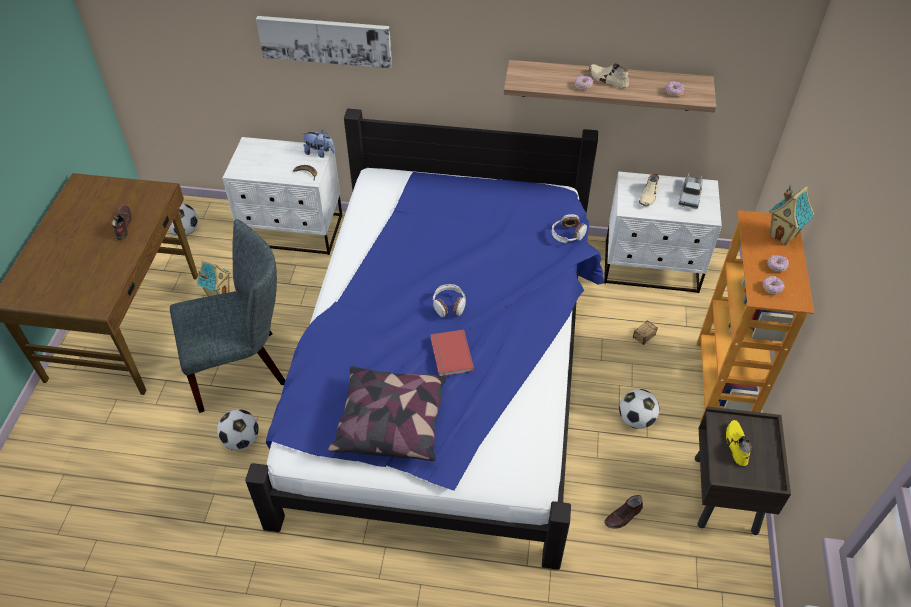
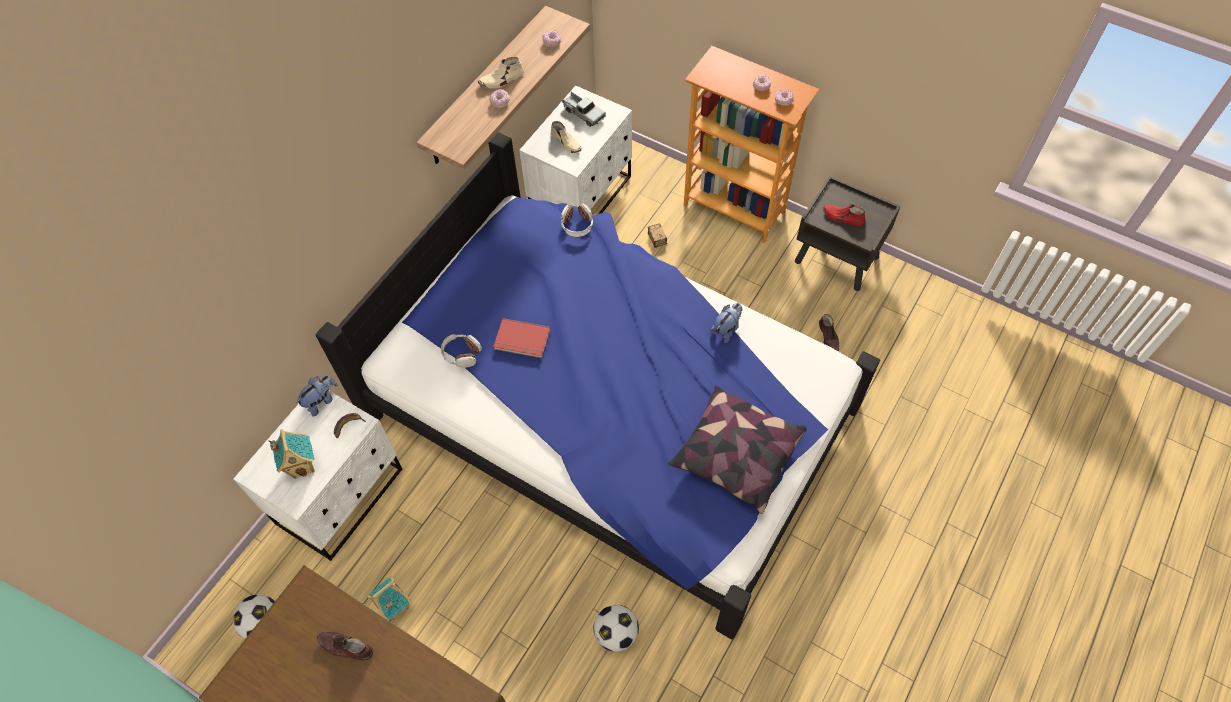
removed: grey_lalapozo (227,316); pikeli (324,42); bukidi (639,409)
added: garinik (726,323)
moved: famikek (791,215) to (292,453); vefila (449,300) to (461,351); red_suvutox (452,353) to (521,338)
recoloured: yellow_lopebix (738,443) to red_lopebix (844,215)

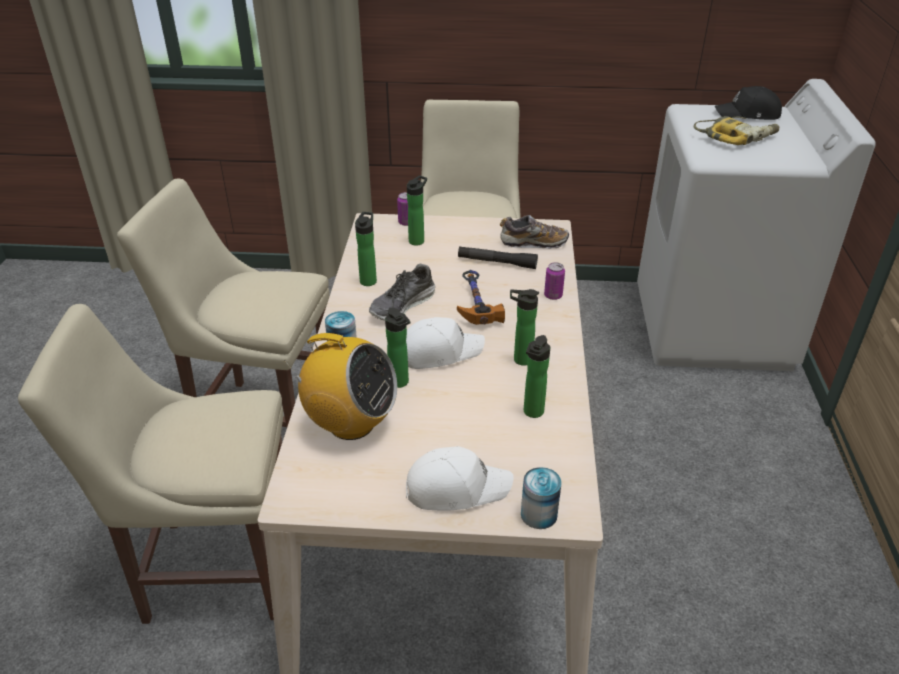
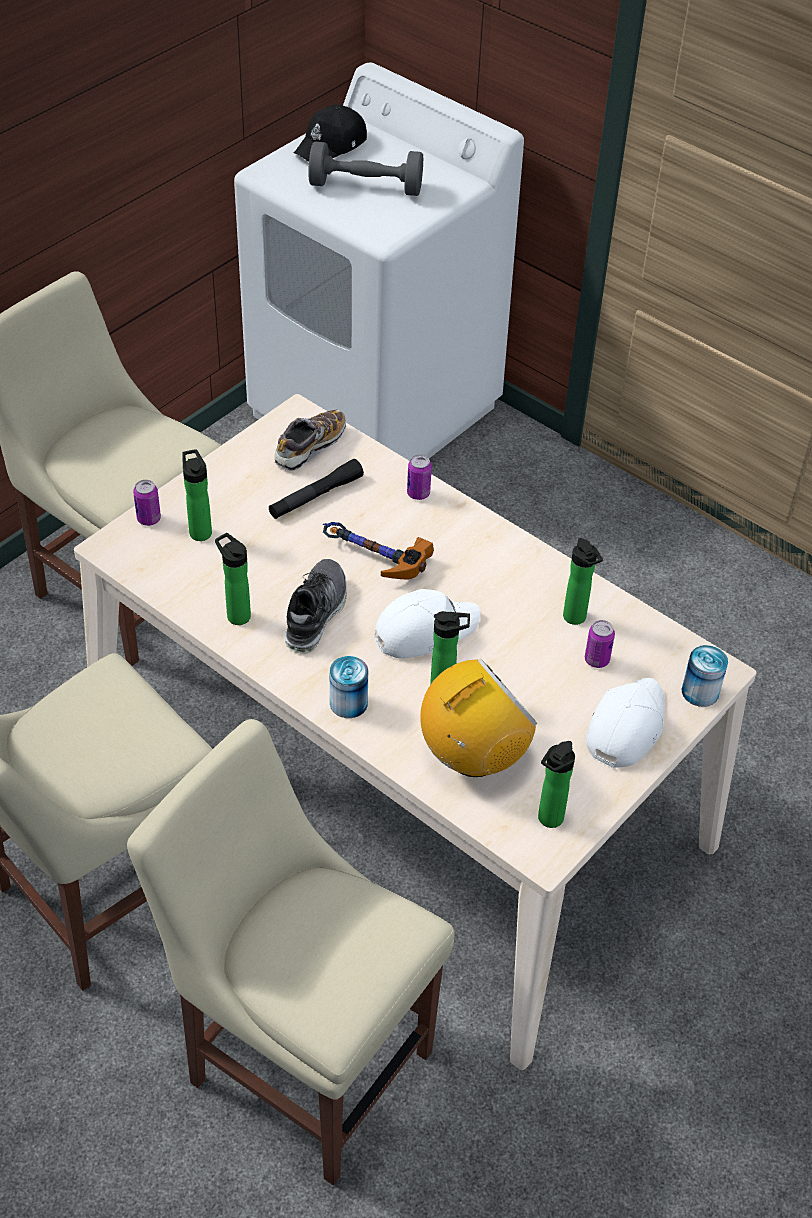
added: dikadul (600,644)
moved: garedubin (524,327) to (556,784)
replaced: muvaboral (736,130) to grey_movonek (365,169)
turned: beige_lalapozo (150,464) = (291,952) 90 degrees clockwise; lopebix (402,292) = (315,606) 150 degrees counterclockwise; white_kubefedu (445,343) = (427,624) 45 degrees clockwise

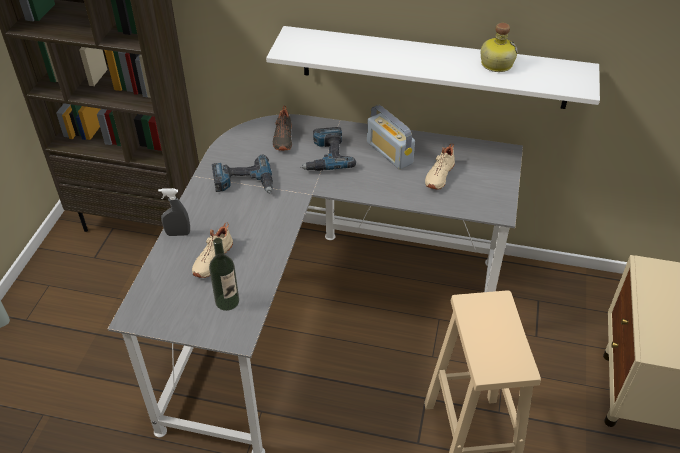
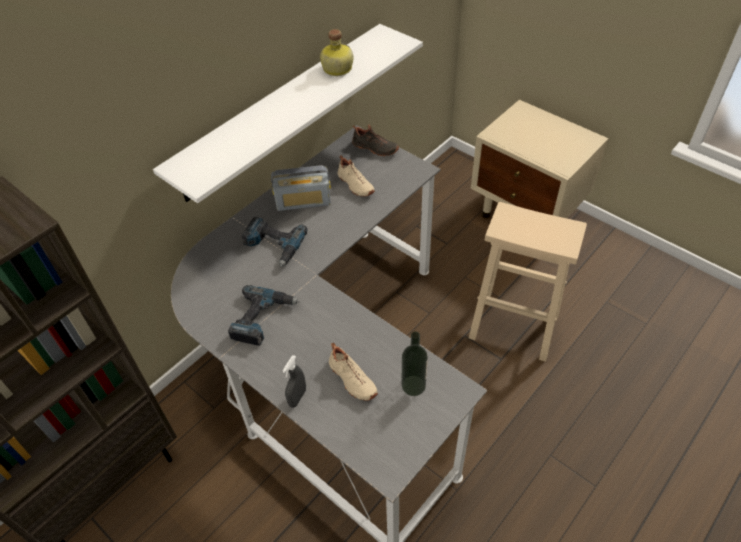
moved: black_lopebix (282,128) to (375,140)

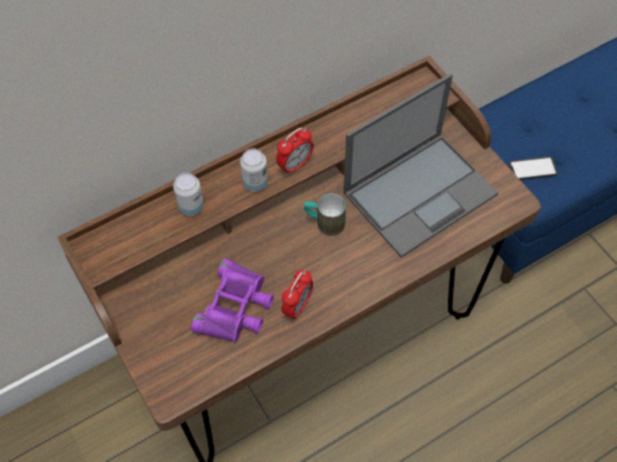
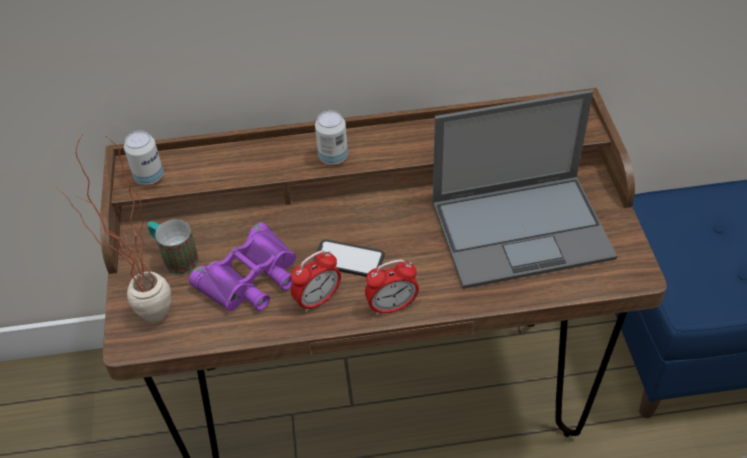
added: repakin (113,229)
moved: dikadul (188,194) to (144,157); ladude (325,214) to (173,247); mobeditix (533,168) to (349,258); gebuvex (295,151) to (392,287)

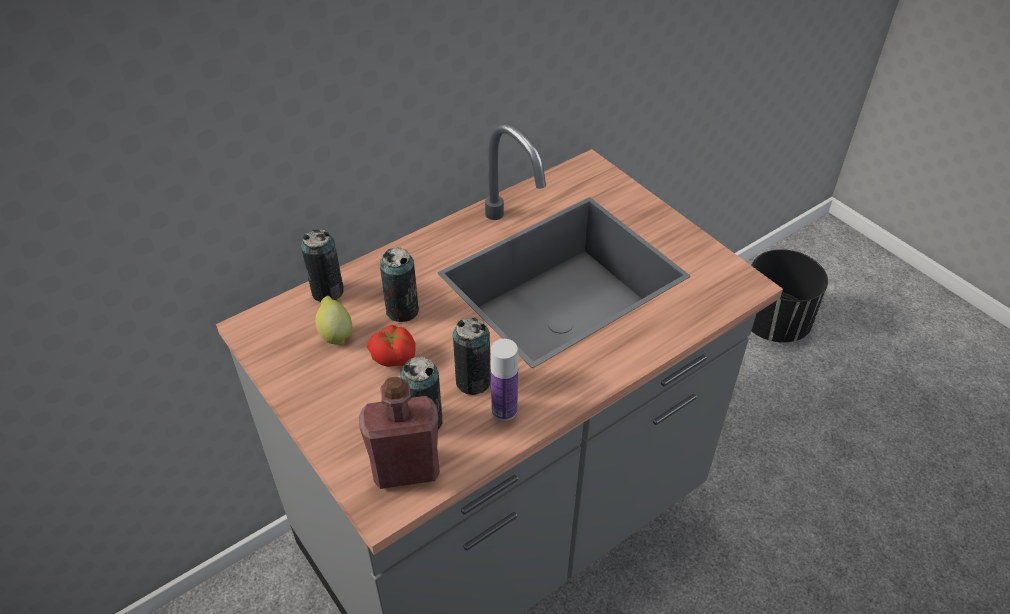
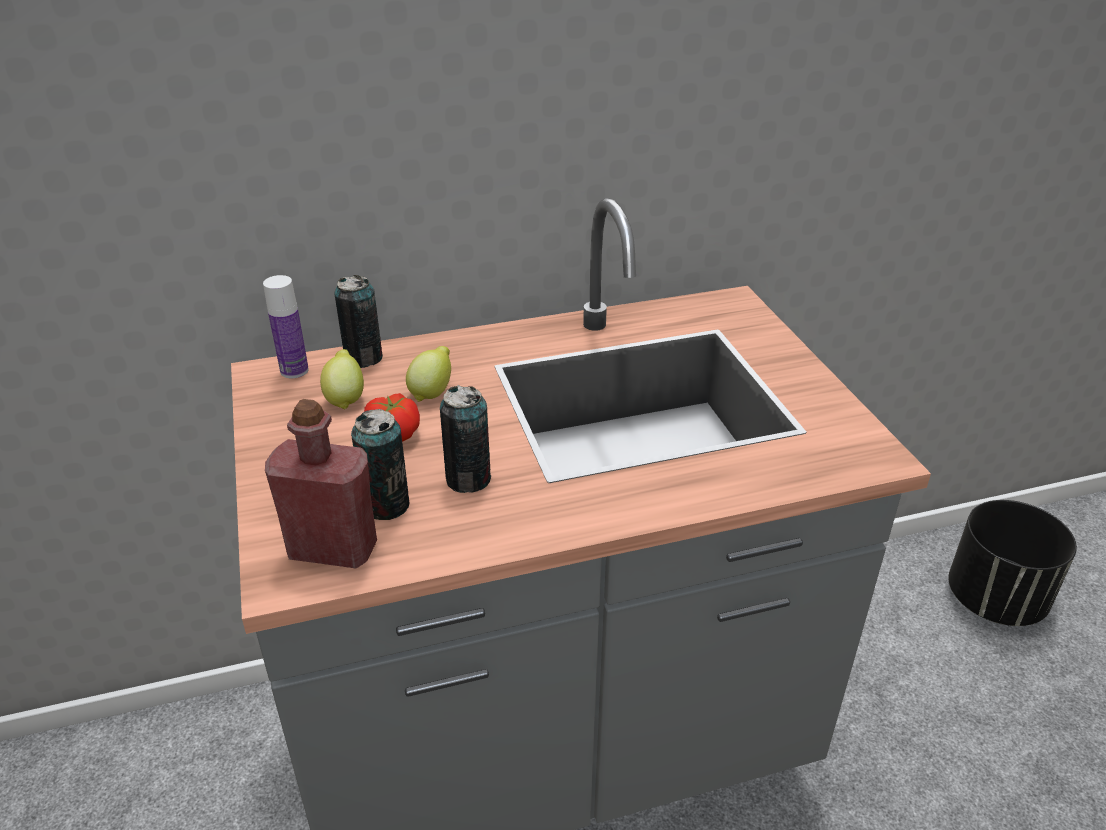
moved: garedubin (504,380) to (286,326)
replaced: dikadul (399,284) to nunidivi (428,374)

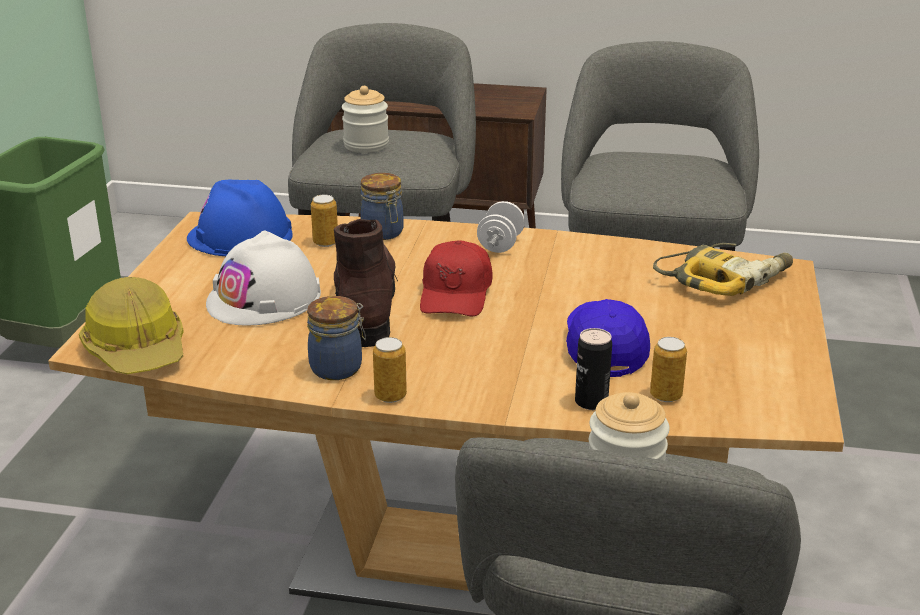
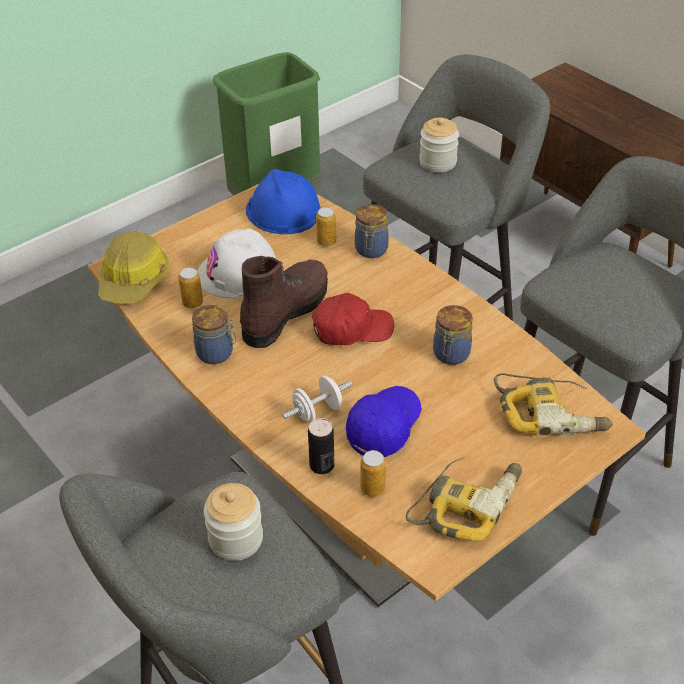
added: muvaboral (464,498); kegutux (453,335)
moved: dikadul (390,370) to (190,287); white_movonek (501,227) to (317,399)
turned: red_kubefedu (456,278) = (353,319) 150 degrees counterclockwise

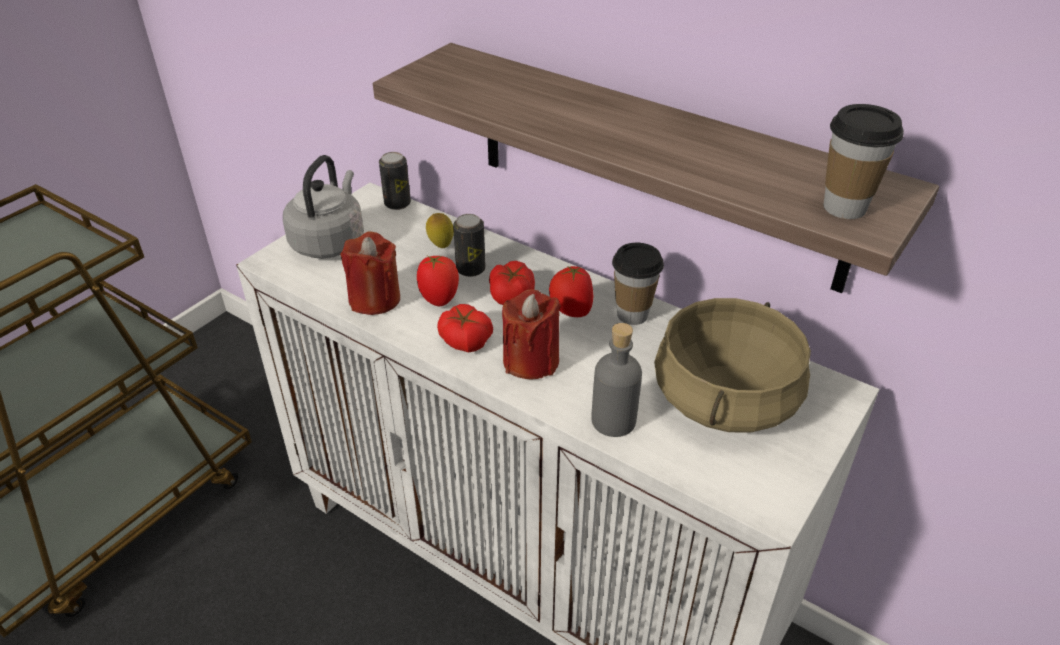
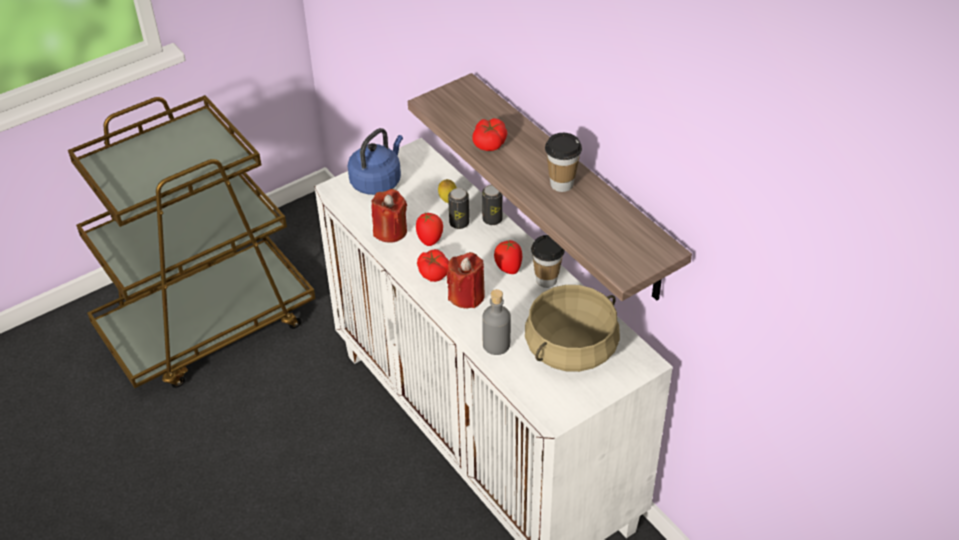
moved: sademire (512,283) to (489,134); dikadul (395,181) to (492,205); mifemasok (863,161) to (563,162)
recoloured: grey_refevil (323,206) to blue_refevil (375,161)

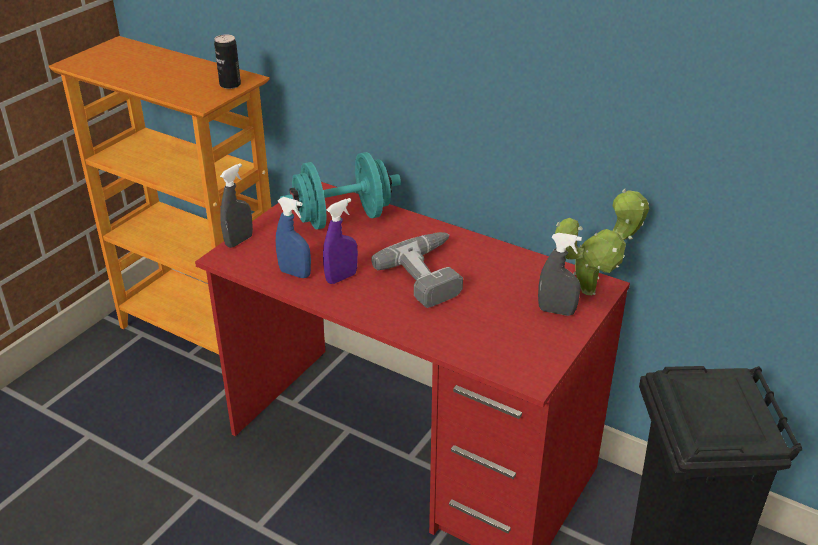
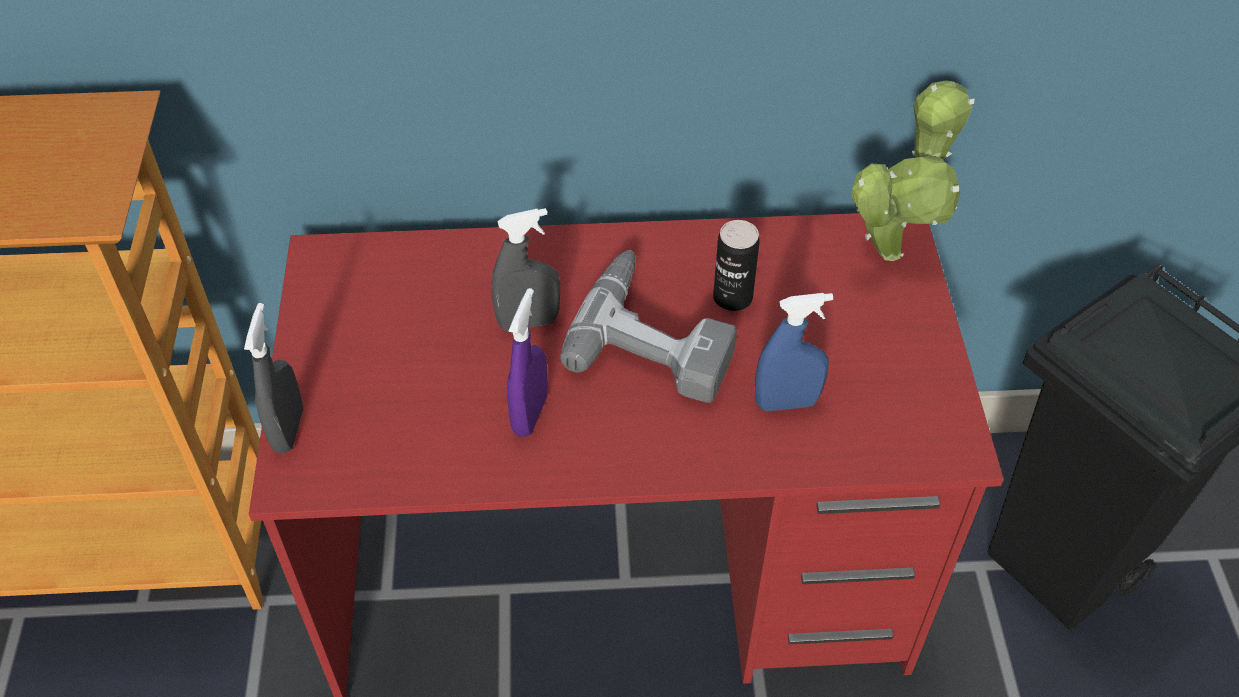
removed: turquoise_movonek (340,191)
moved: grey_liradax (560,274) to (526,270); dikadul (227,61) to (736,265); blue_liradax (293,237) to (794,352)

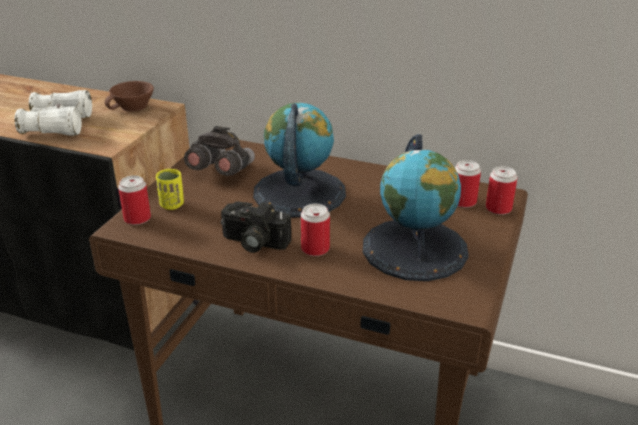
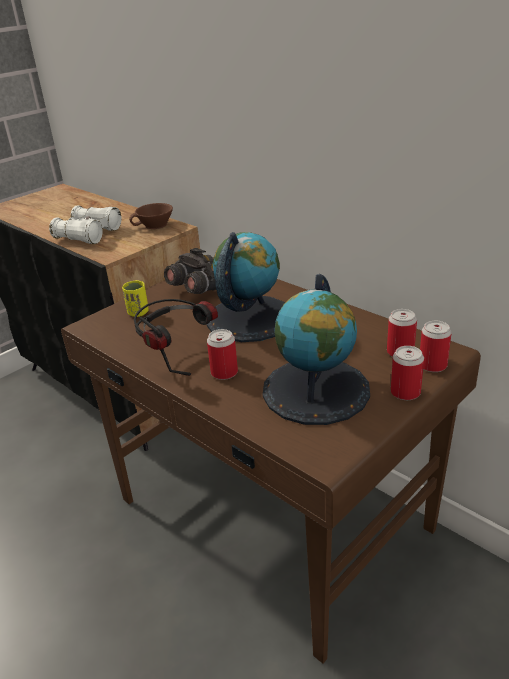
moved: dikadul (134,200) to (407,373)
replaced: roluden (256,227) to vefila (176,337)

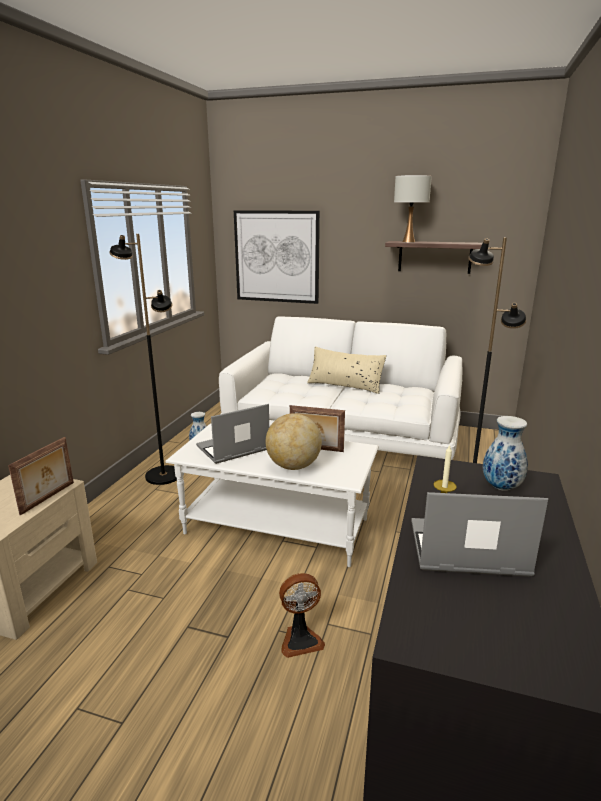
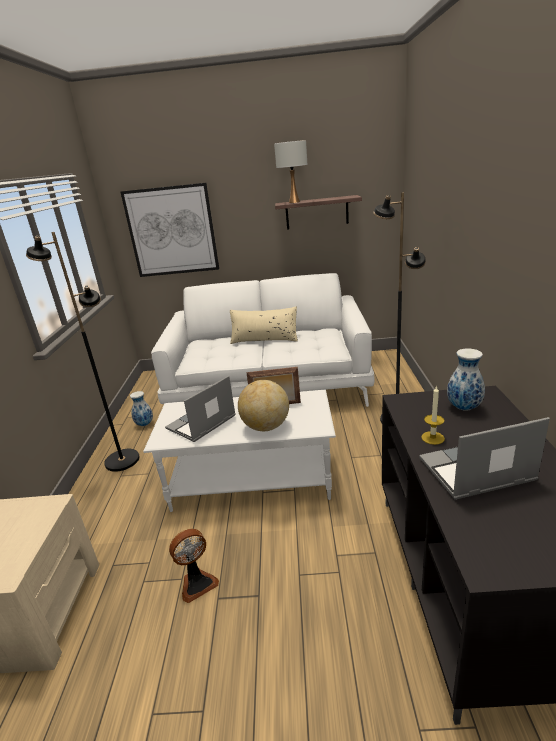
removed: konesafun (41,476)
moved: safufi (302,615) to (194,566)

